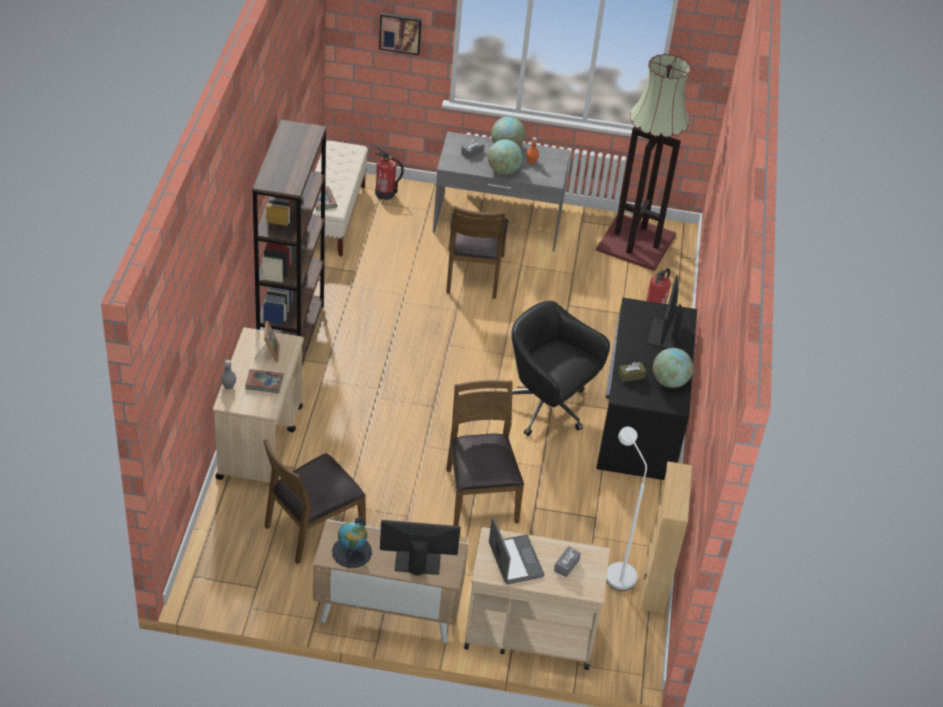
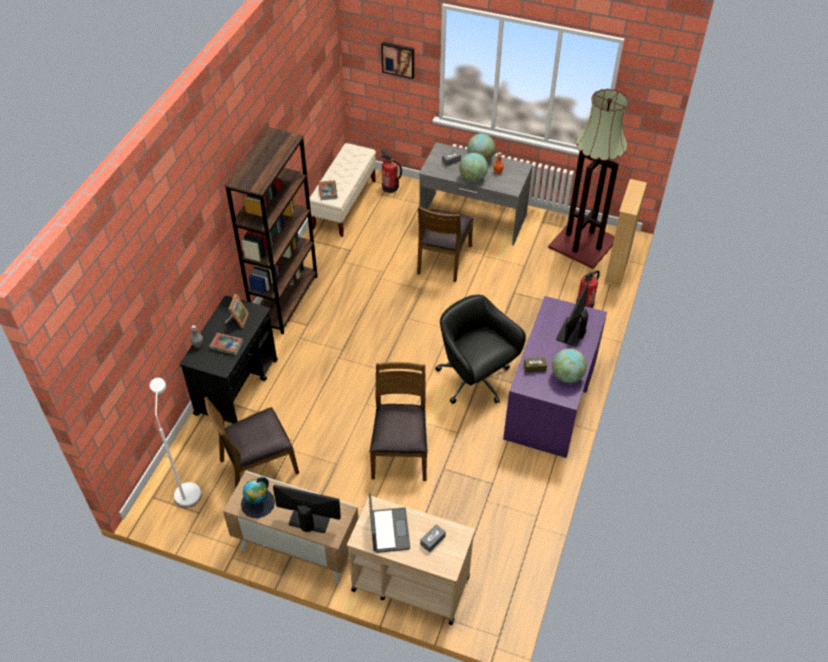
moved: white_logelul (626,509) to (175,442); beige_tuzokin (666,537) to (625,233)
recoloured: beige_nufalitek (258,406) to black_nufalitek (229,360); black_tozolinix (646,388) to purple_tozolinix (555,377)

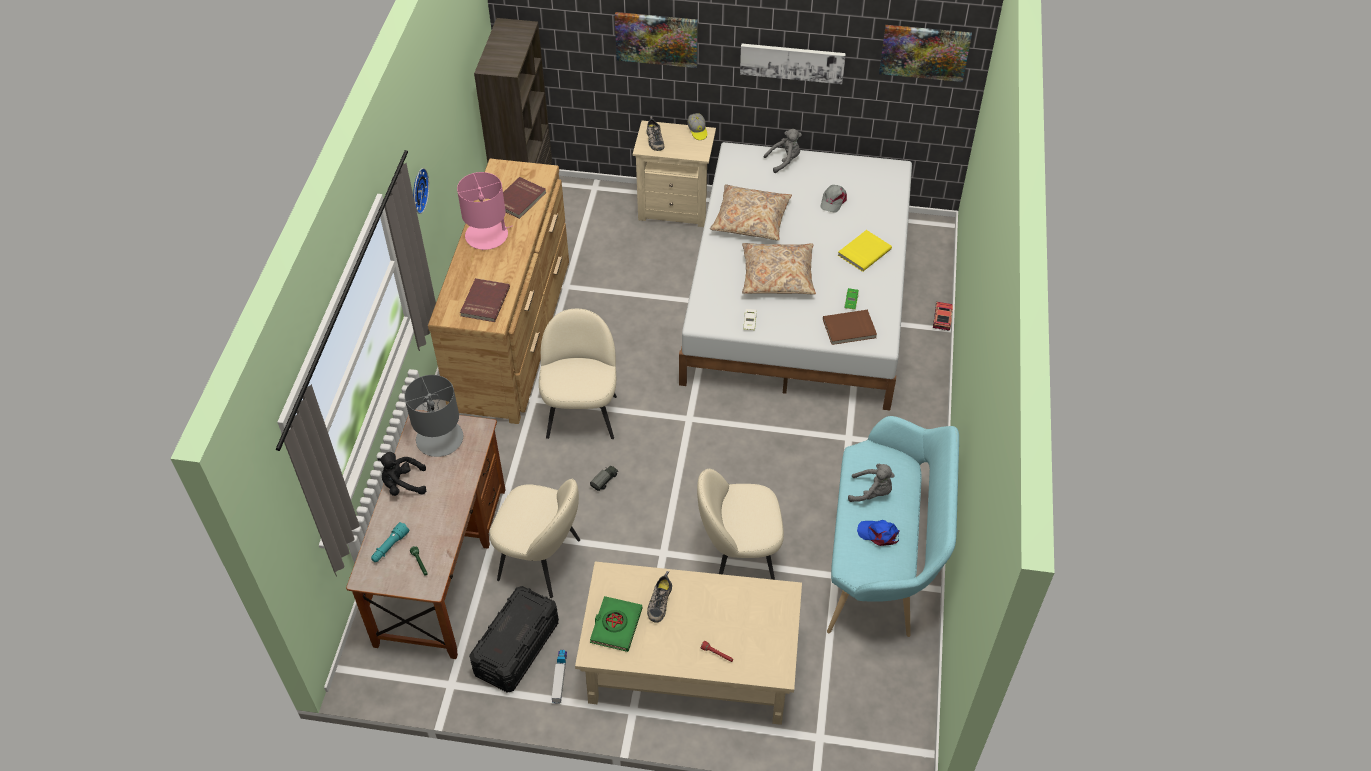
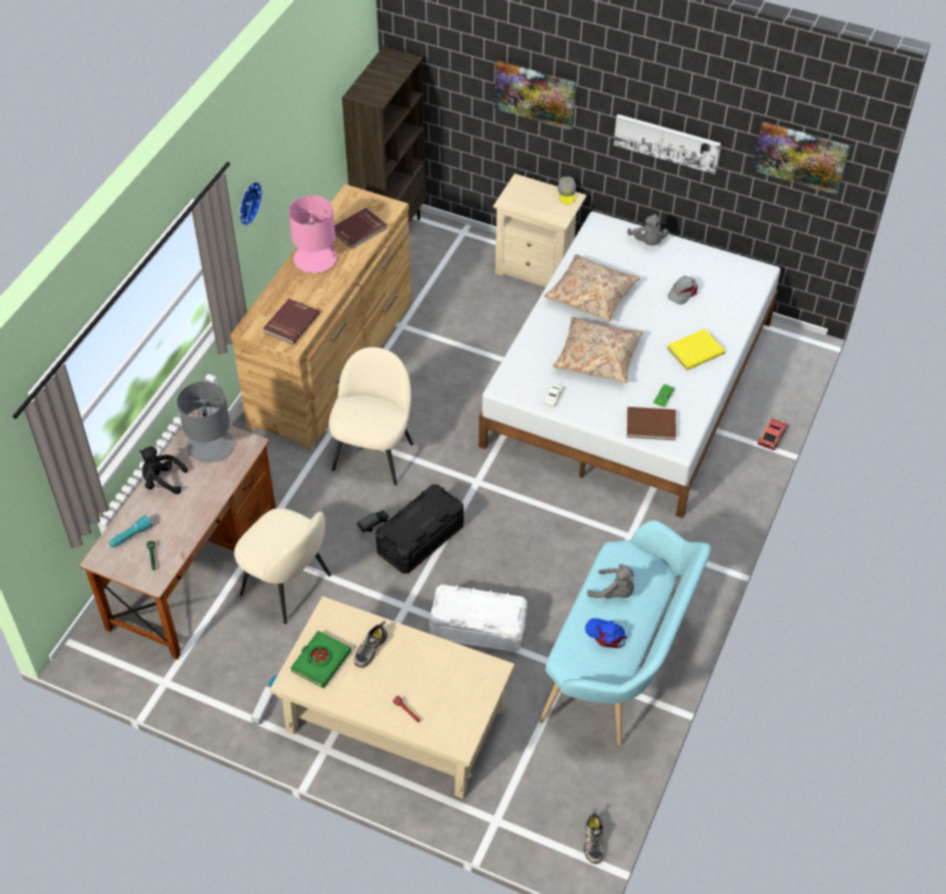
moved: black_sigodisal (514,639) to (420,529); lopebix (656,133) to (593,836)
replaced: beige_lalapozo (740,524) to white_sigodisal (478,618)
turned: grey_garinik (783,151) = (647,229) 75 degrees clockwise

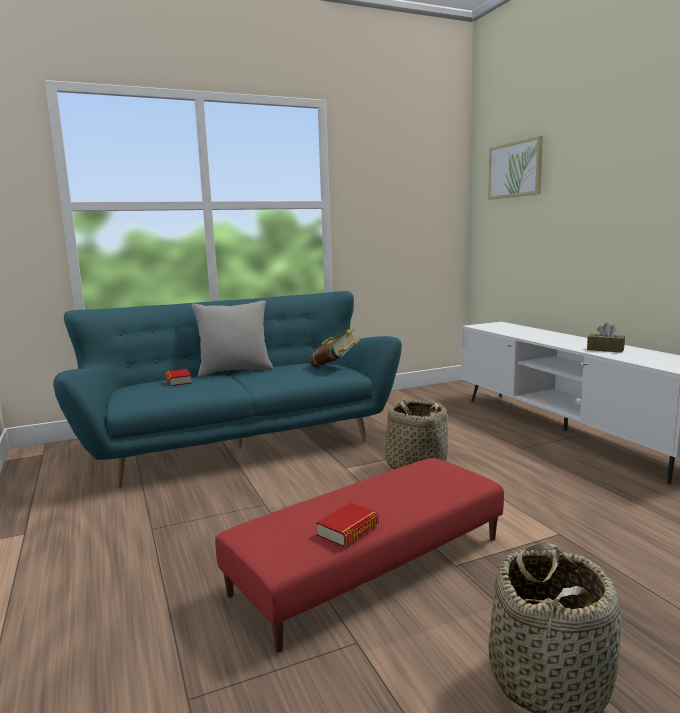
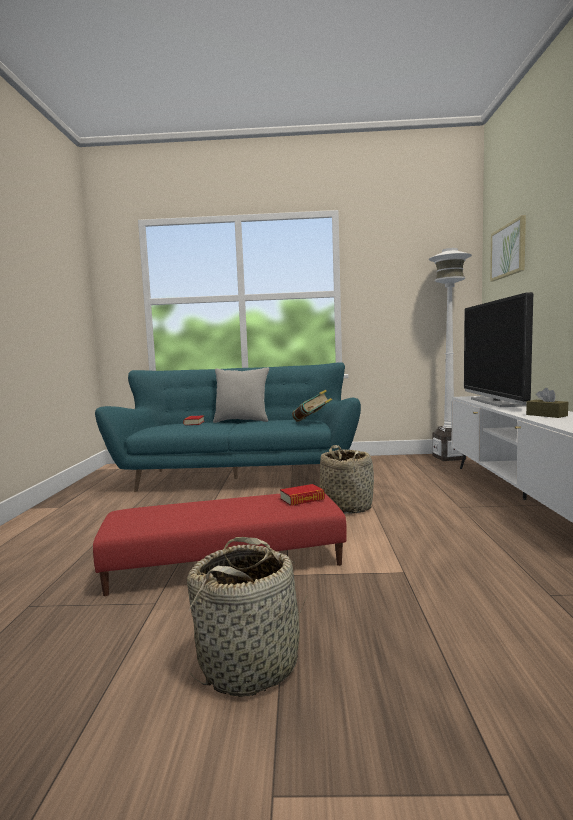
added: white_logelul (450,354); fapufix (498,349)
moved: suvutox (347,524) to (302,495)

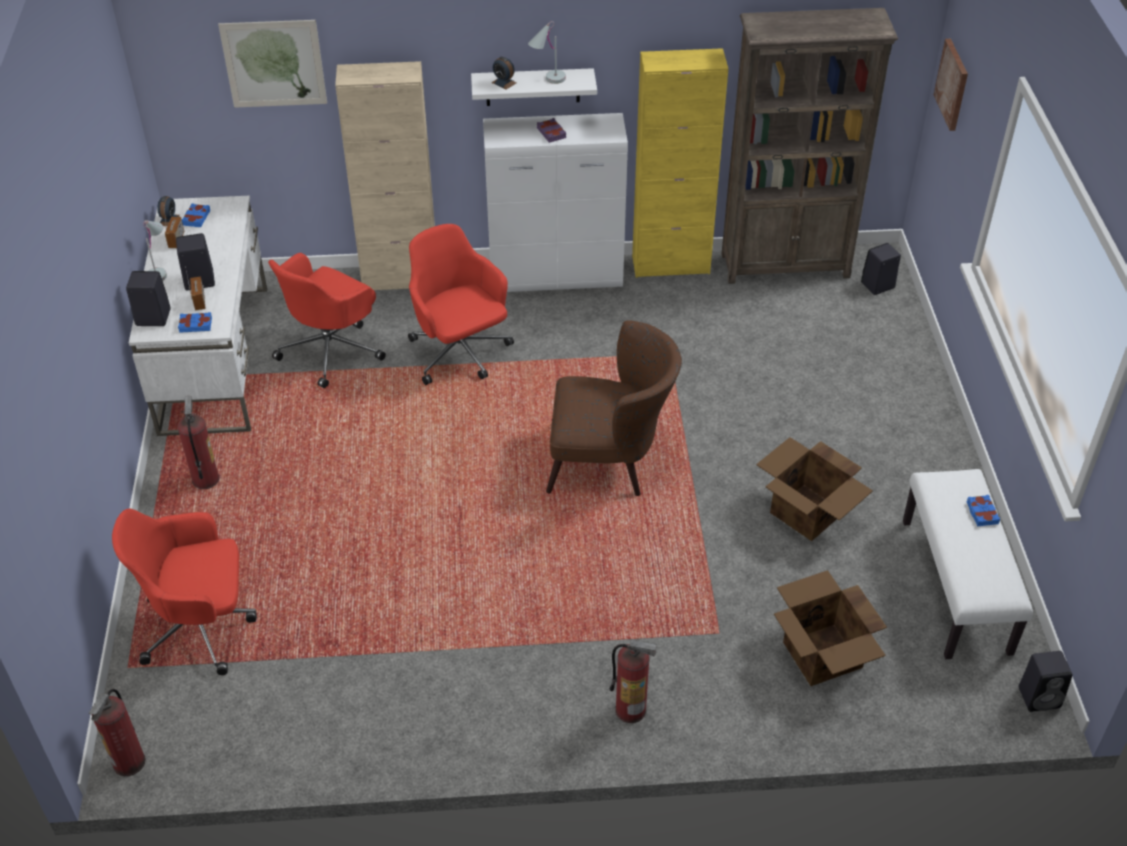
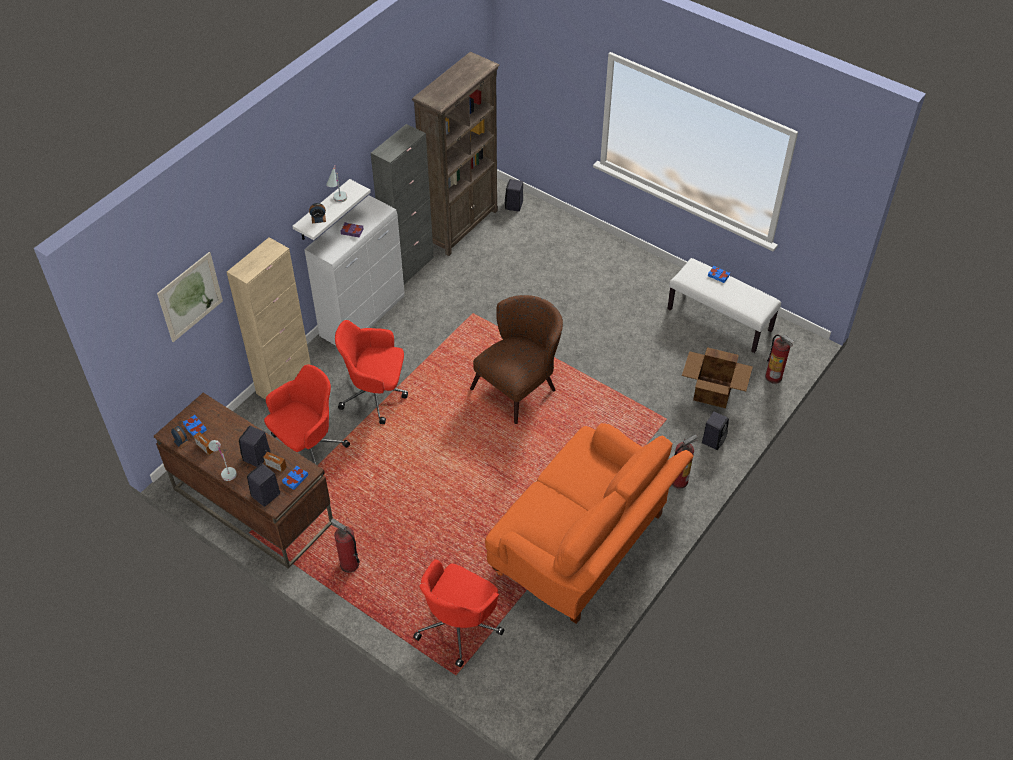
removed: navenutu (814,489); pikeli (951,85)
added: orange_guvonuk (589,523)
moved: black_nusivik (1045,681) to (715,431); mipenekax (117,732) to (779,359)
recoloured: white_tozolinix (198,316) to brown_tozolinix (243,481); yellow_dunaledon (680,163) to grey_dunaledon (402,204)
turned: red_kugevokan (327,320) = (307,420) 120 degrees counterclockwise

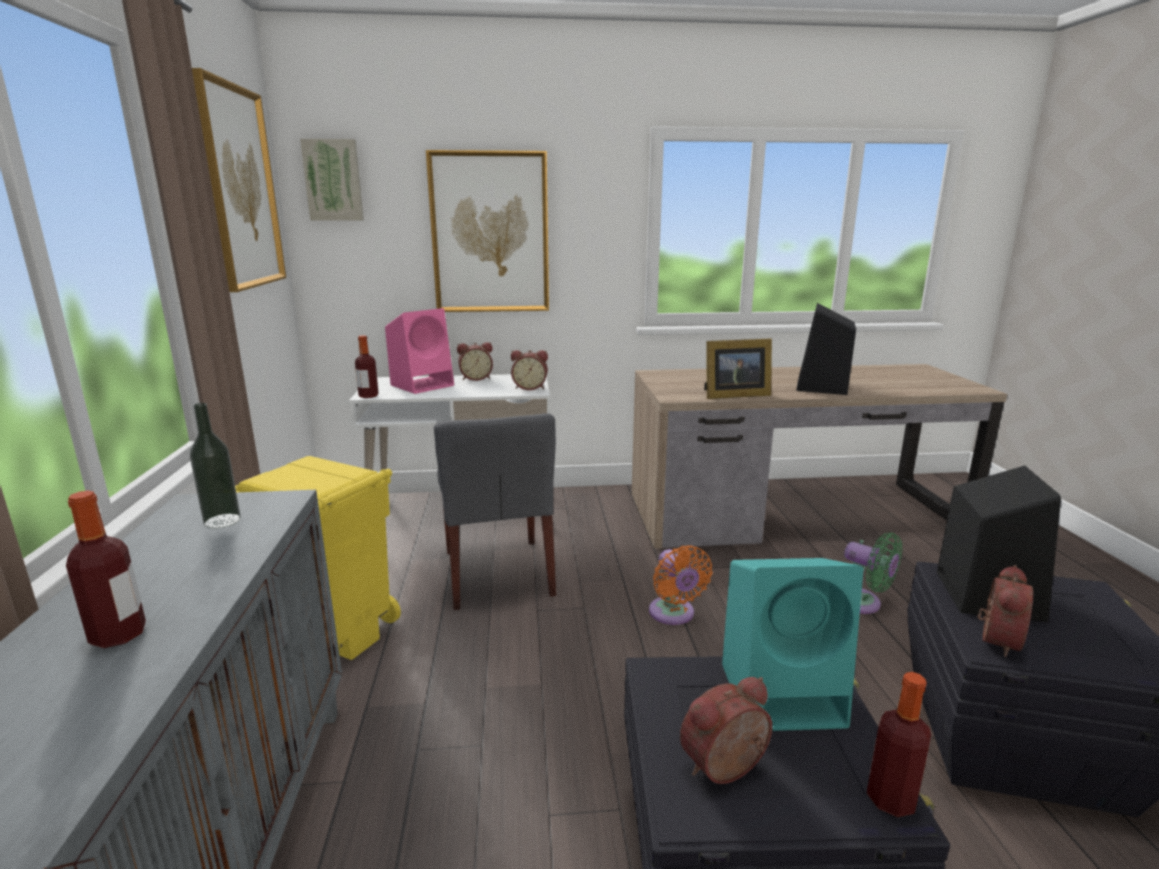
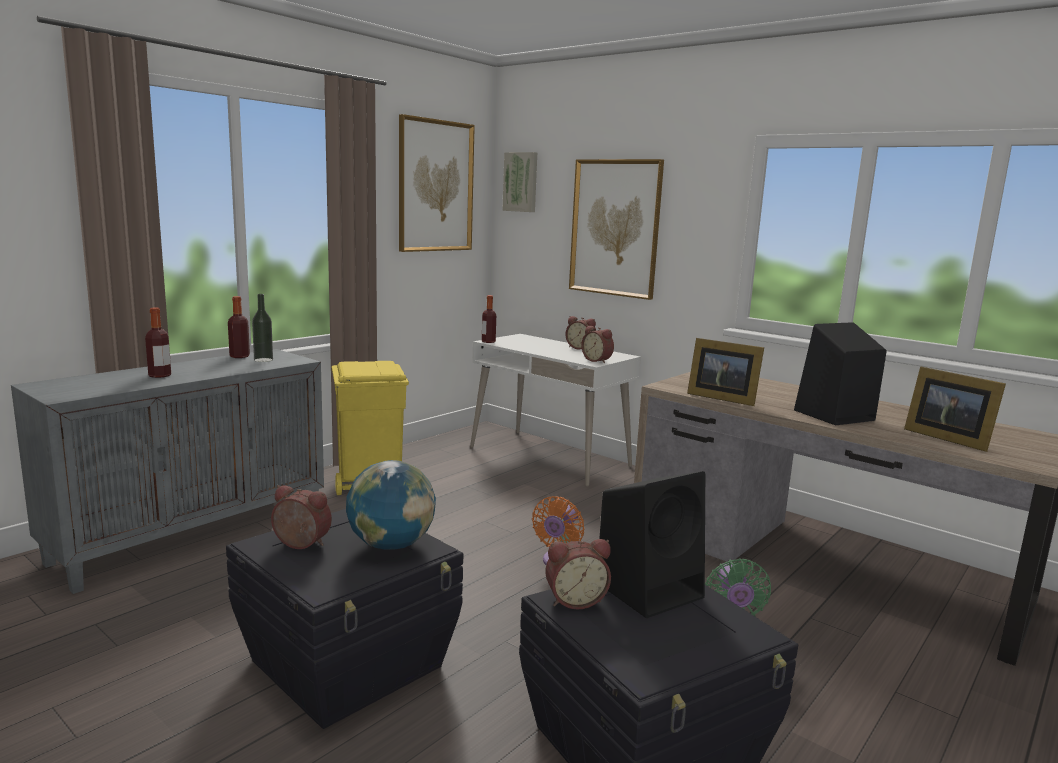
removed: pink_nusivik (419,351); grey_lalapozo (495,511)
added: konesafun (955,409)
moved: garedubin (899,744) to (239,327)
replaced: turquoise_nusivik (792,644) to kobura (391,505)

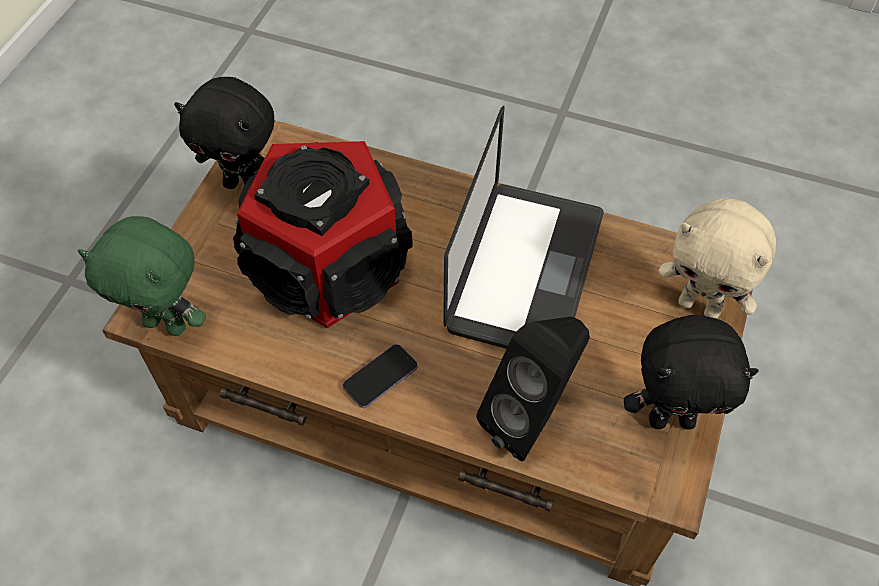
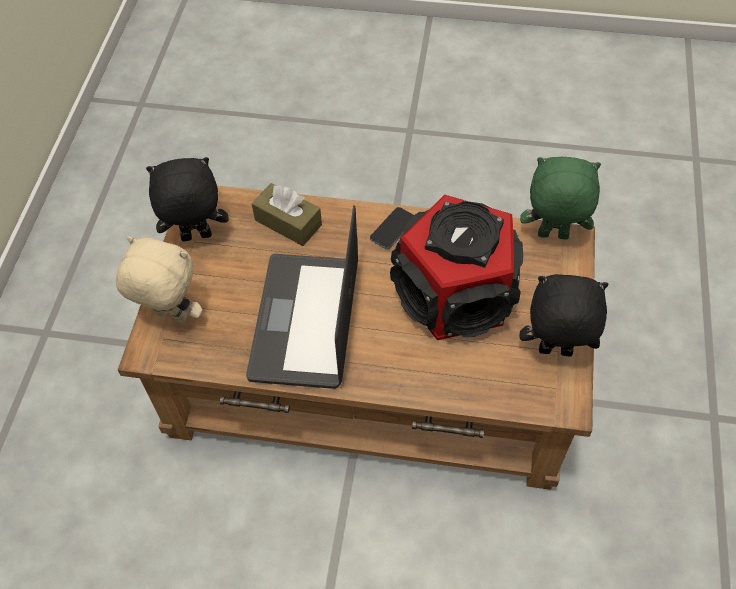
replaced: black_nusivik (533,389) to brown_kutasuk (287,214)

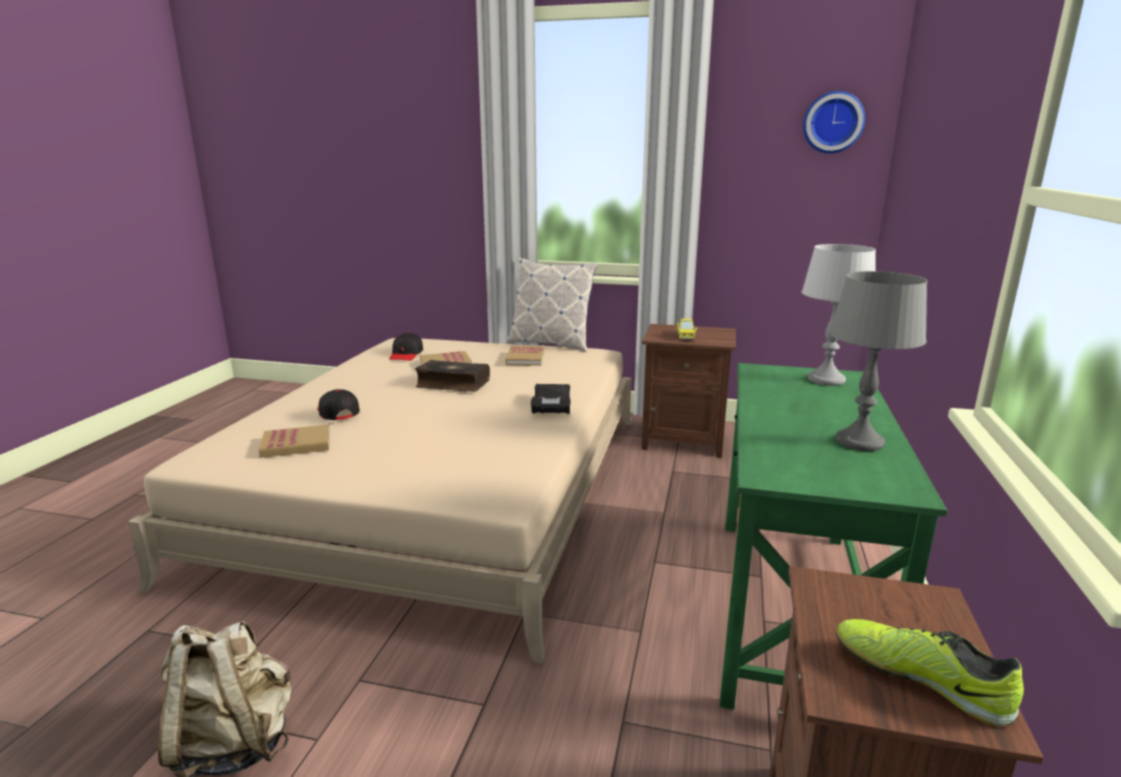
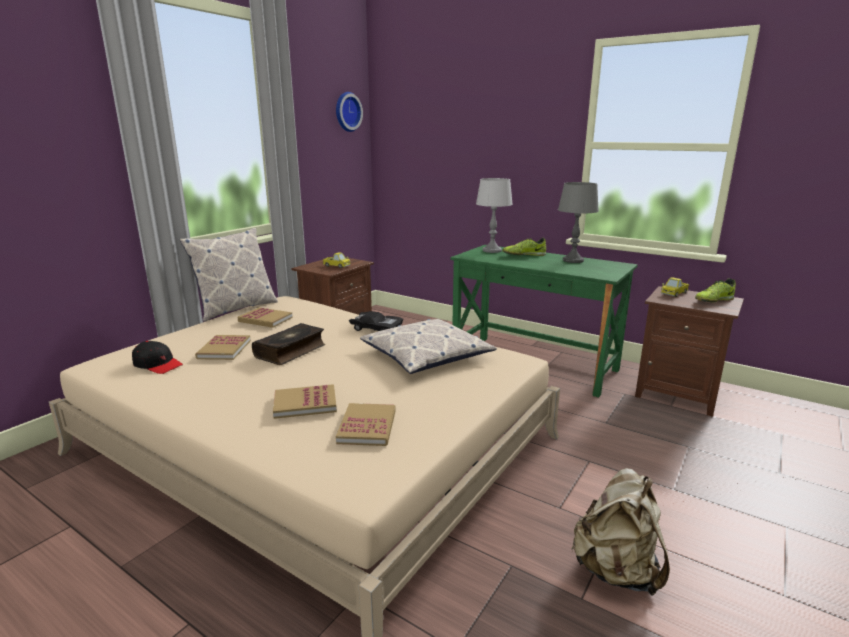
added: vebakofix (428,346); lopebix (524,247); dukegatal (675,287)
replaced: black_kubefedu (338,404) to suvutox (305,401)

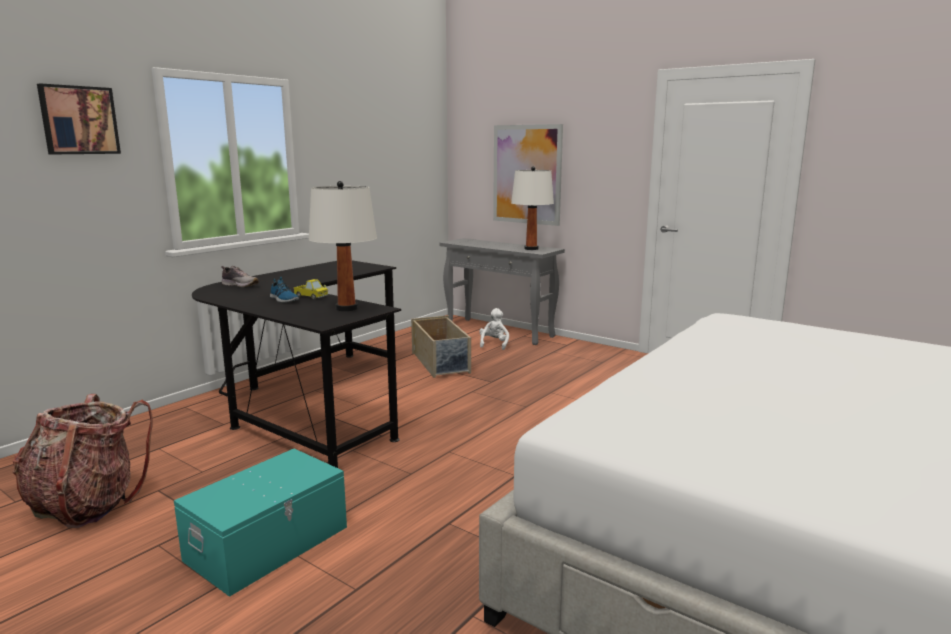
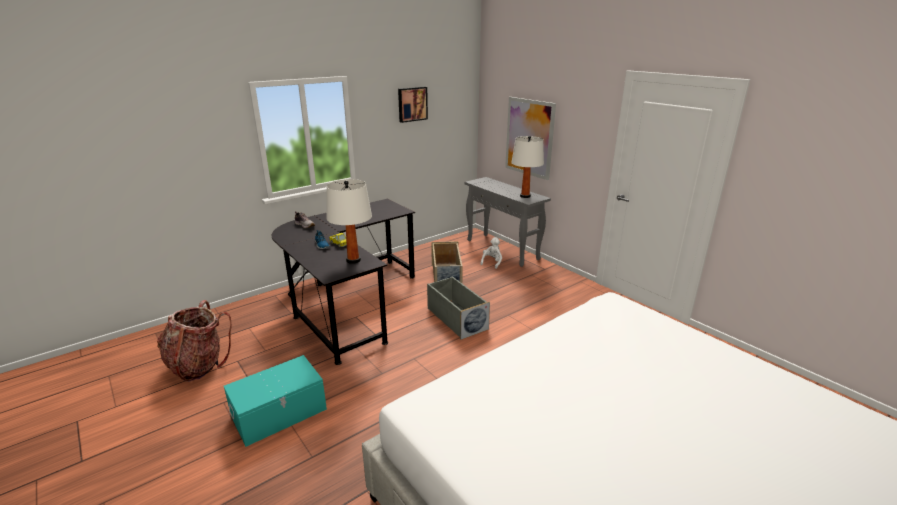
added: grey_sigodisal (458,308)
moved: pikeli (79,118) to (413,105)

